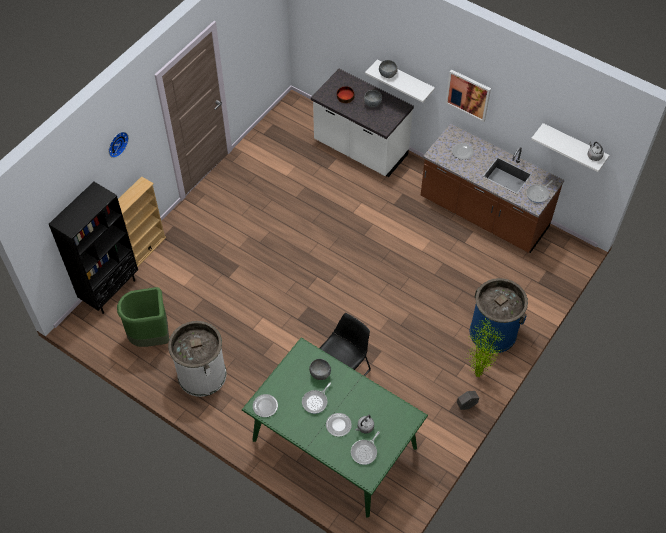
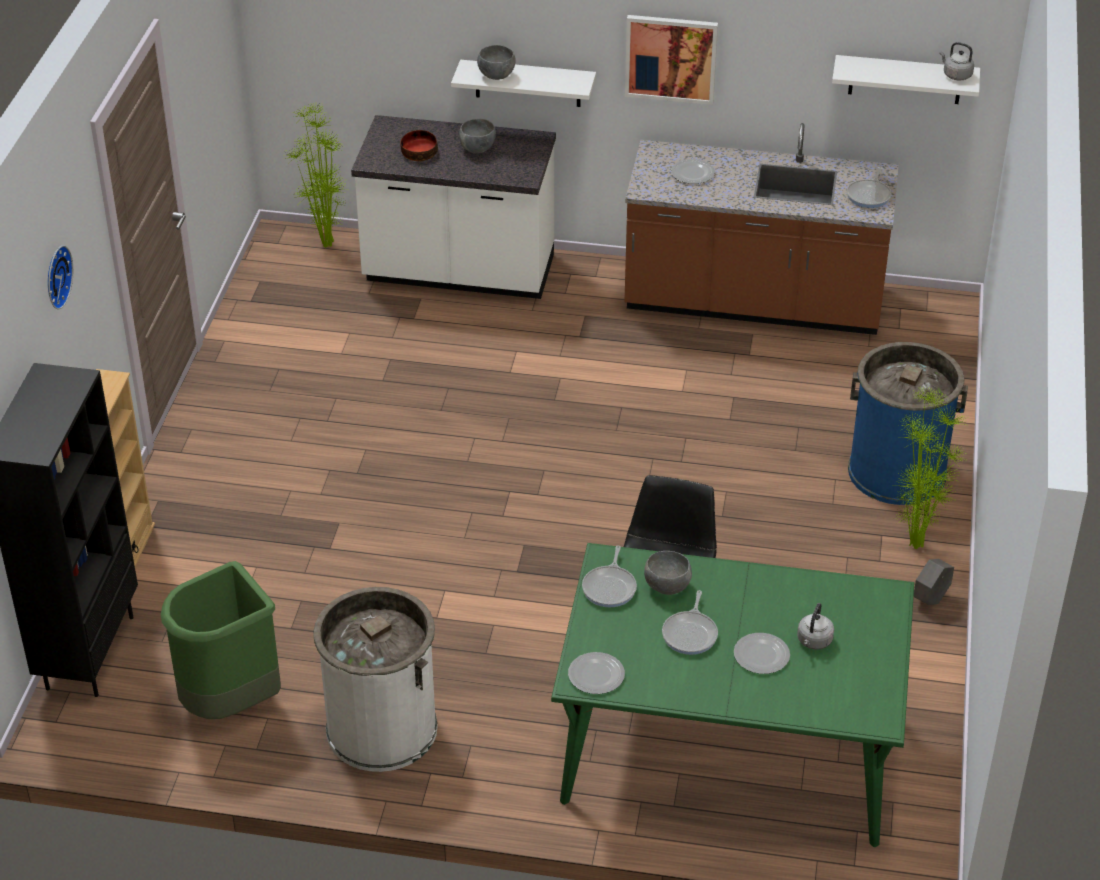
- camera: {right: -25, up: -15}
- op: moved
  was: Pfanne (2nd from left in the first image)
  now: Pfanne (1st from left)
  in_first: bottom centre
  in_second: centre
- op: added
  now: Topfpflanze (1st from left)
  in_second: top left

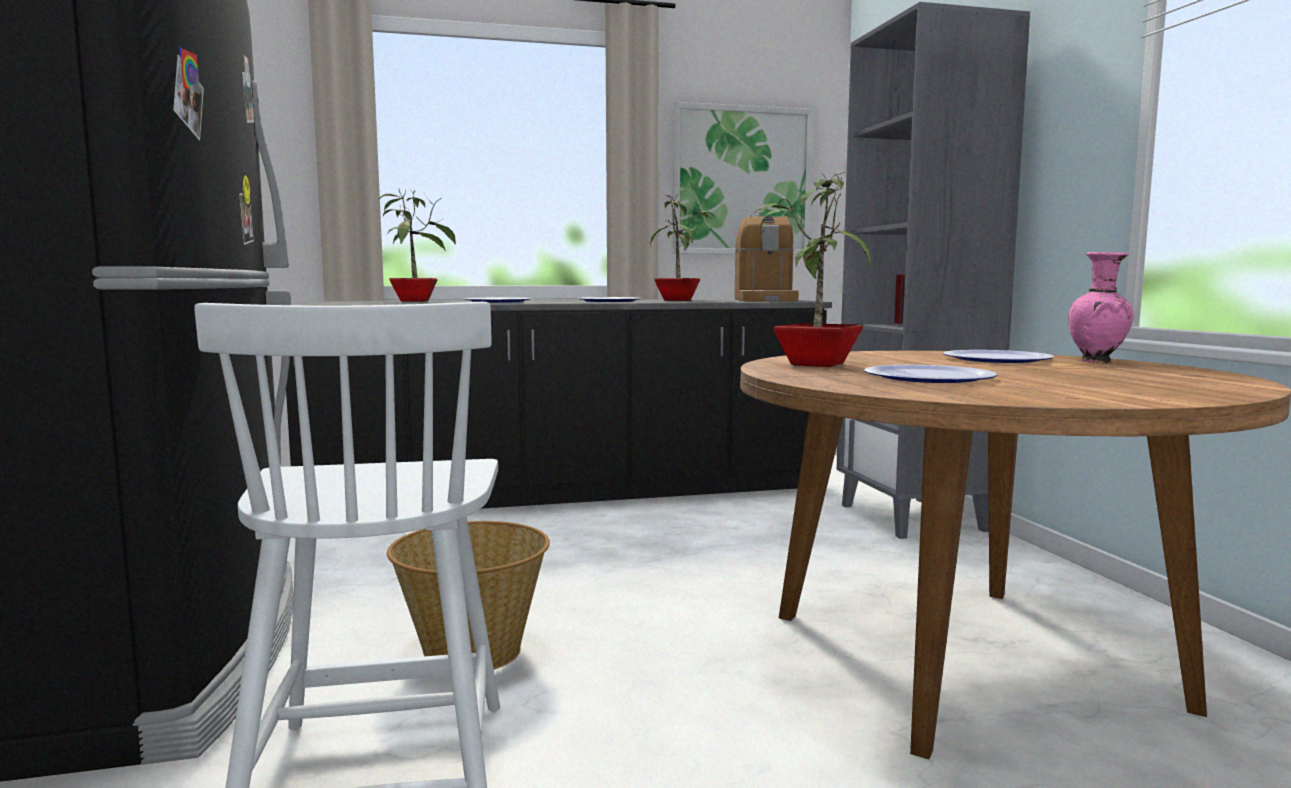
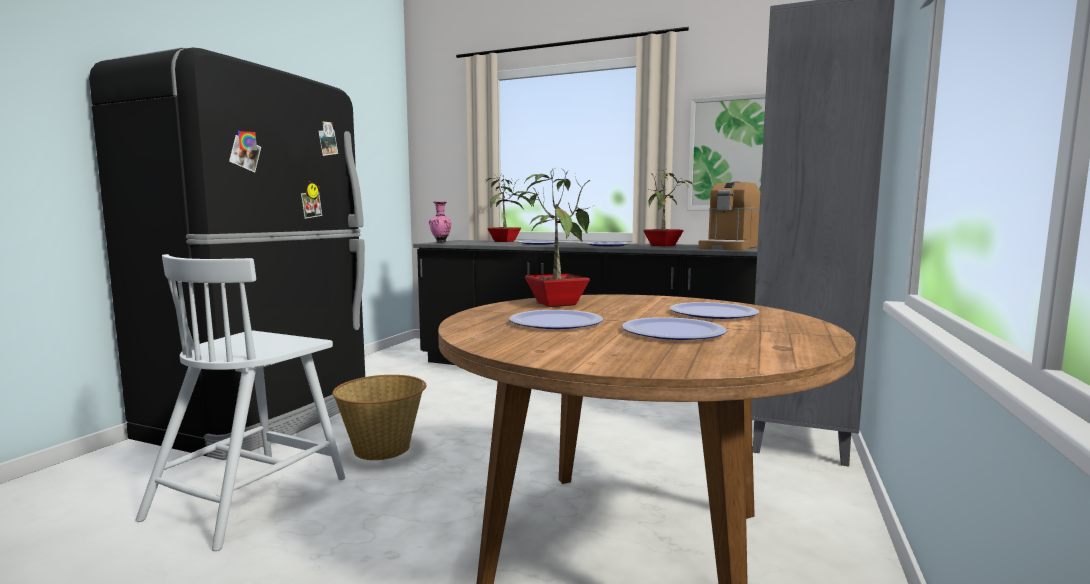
- camera: {right: 35, up: 0}
- op: moved
  was: Vase/rosa
  in_first: middle right
  in_second: centre
- op: added
  now: Teller (4th from left)
  in_second: centre

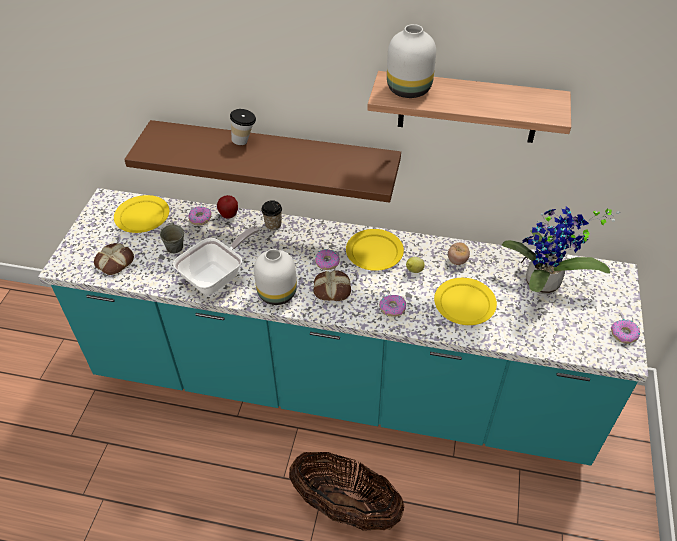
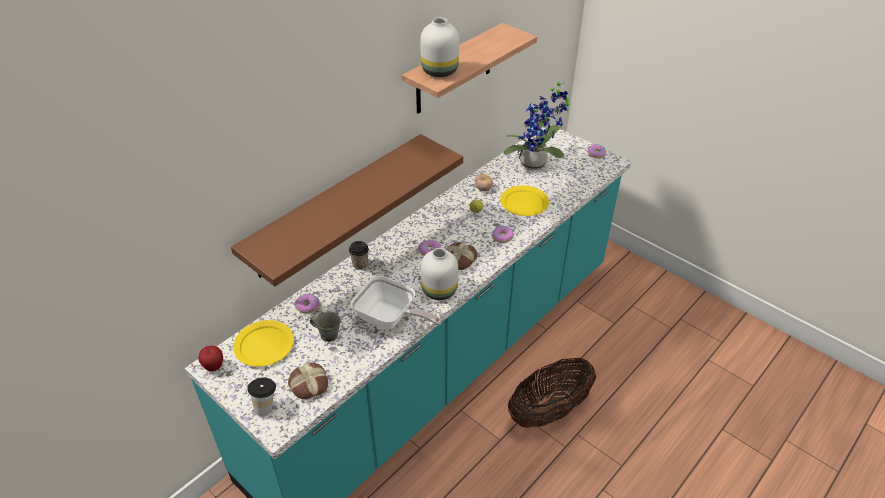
- camera: {right: -60, up: -5}
- op: moved
  was: Tasse (1st from left)
  in_first: top centre
  in_second: bottom left
- op: moved
  was: Apfel
  in_first: centre
  in_second: bottom left
- op: turned
  was: Pfanne
  in_first: middle left
  in_second: centre
  clockwise: 135
- op: removed
  was: Teller/gelb (2nd from left)
  in_first: centre

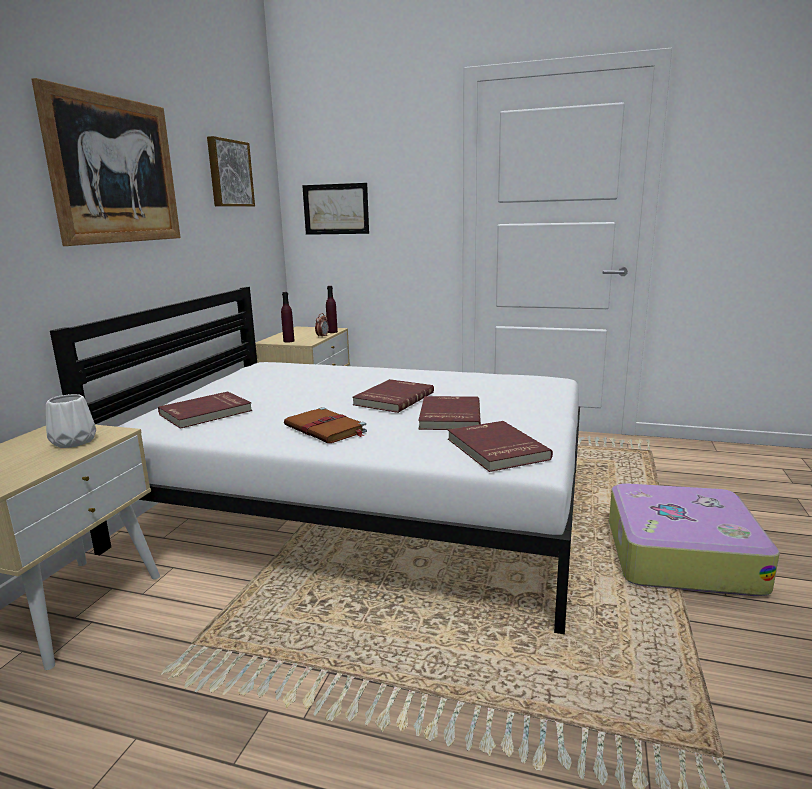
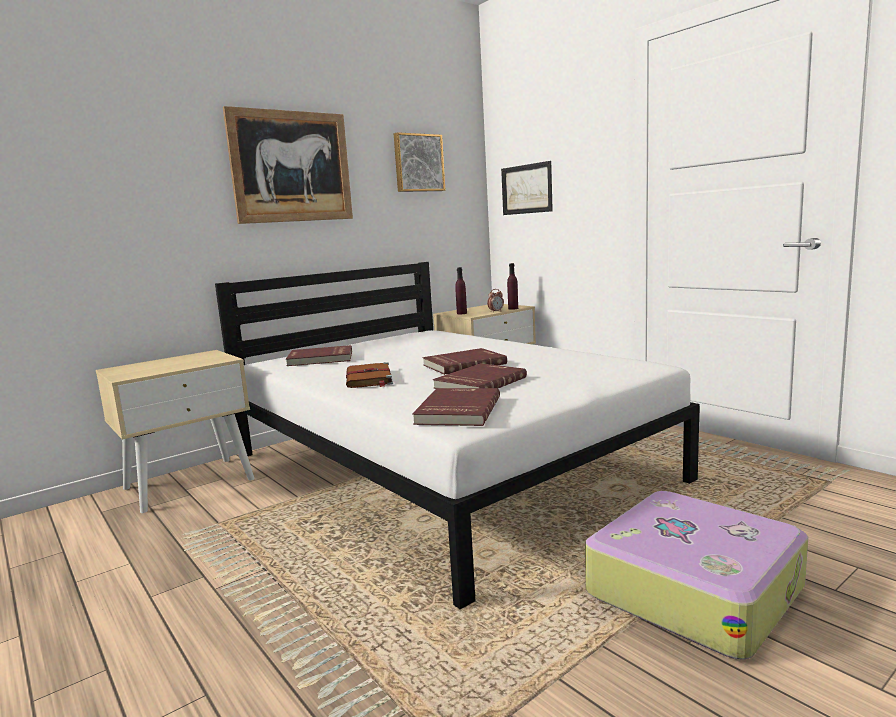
- camera: {right: 35, up: -5}
- op: removed
  was: Vase/weiß
  in_first: middle left

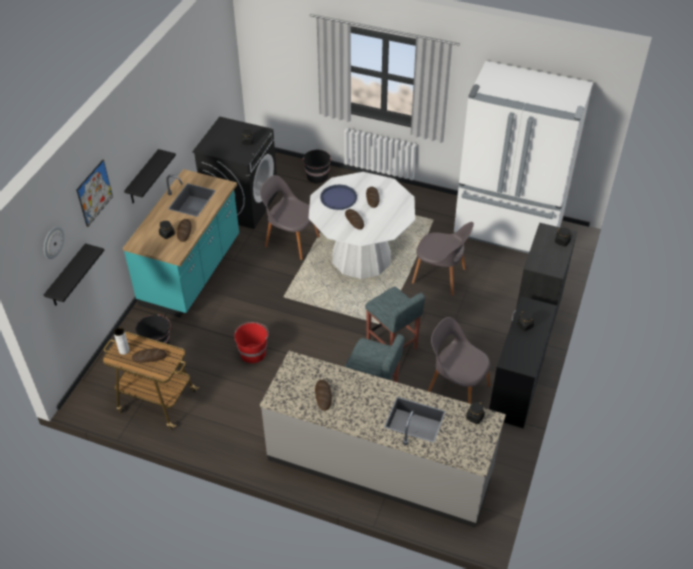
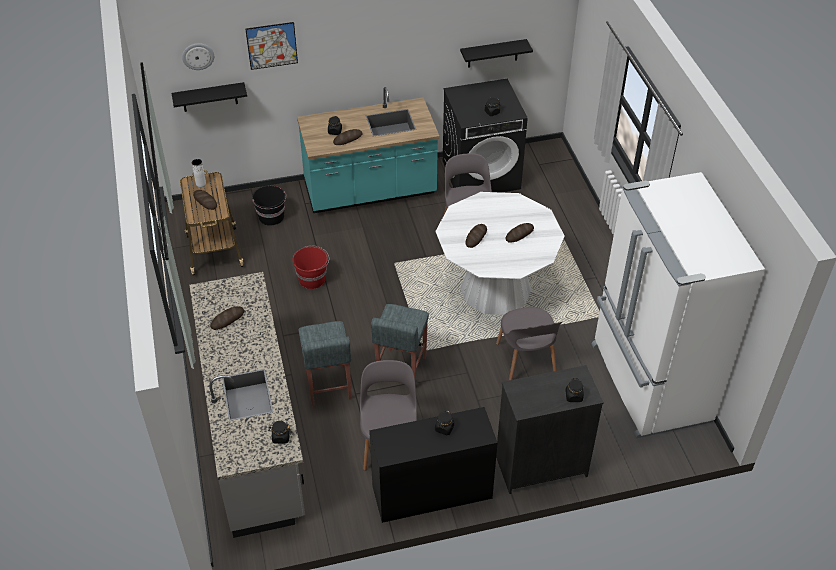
- camera: {right: 55, up: 0}
- op: moved
  was: Wandregal/schwarz (2nd from left)
  in_first: top left
  in_second: top centre
- op: removed
  was: Eimer/schwarz (2nd from left)
  in_first: top centre
- op: removed
  was: Tablett/blau
  in_first: centre

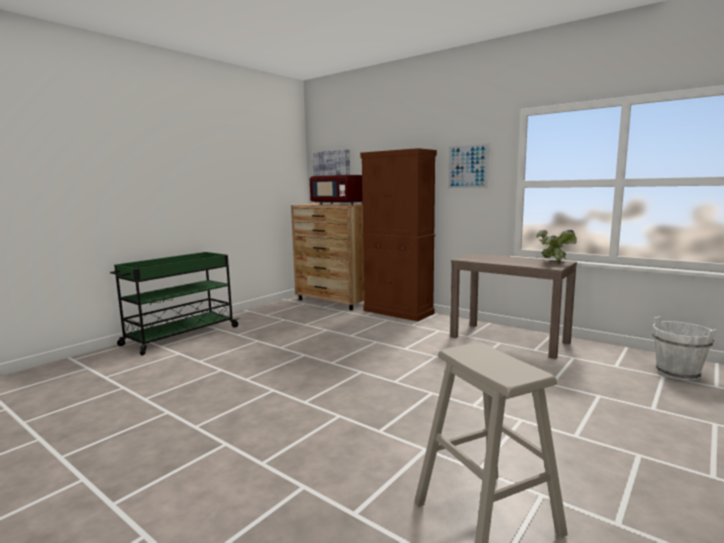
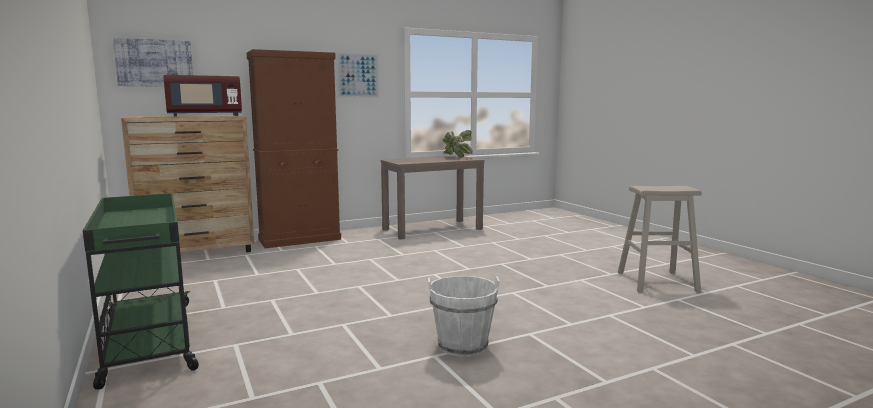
- camera: {right: -65, up: 0}
- op: moved
  was: Eimer/weiß
  in_first: middle right
  in_second: bottom centre

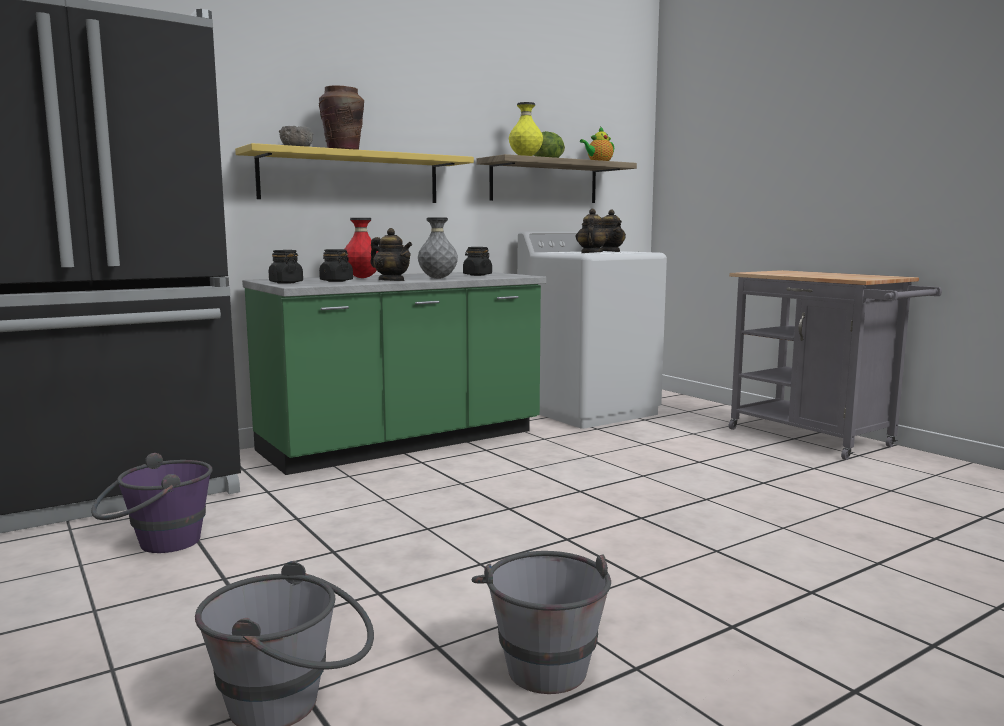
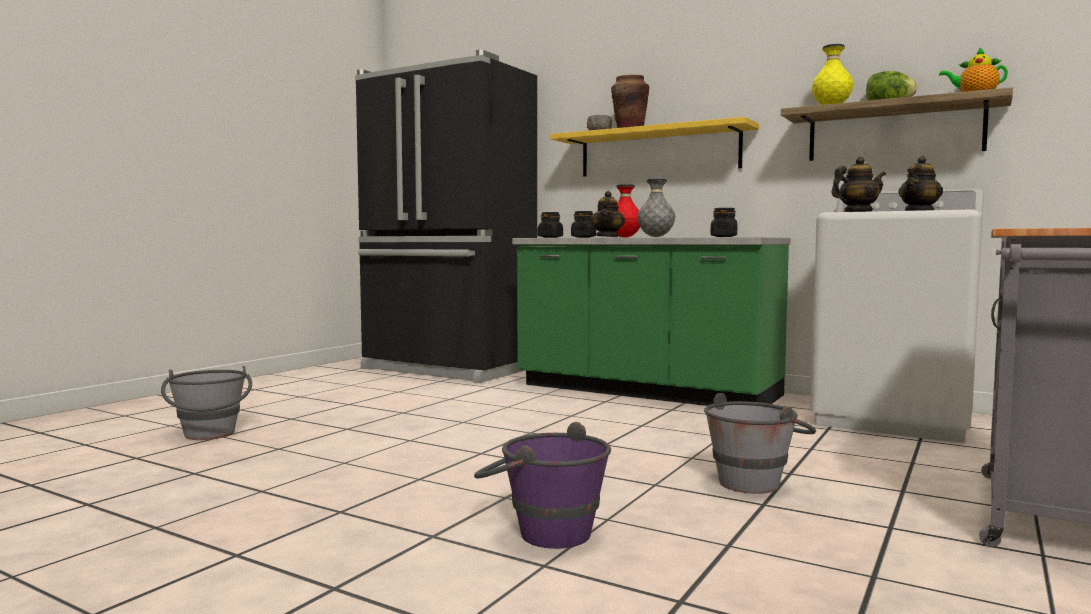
- camera: {right: 65, up: -5}
- op: moved
  was: Eimer/lila
  in_first: bottom left
  in_second: bottom centre
- op: moved
  was: Eimer/grau (2nd from left)
  in_first: bottom centre
  in_second: bottom right

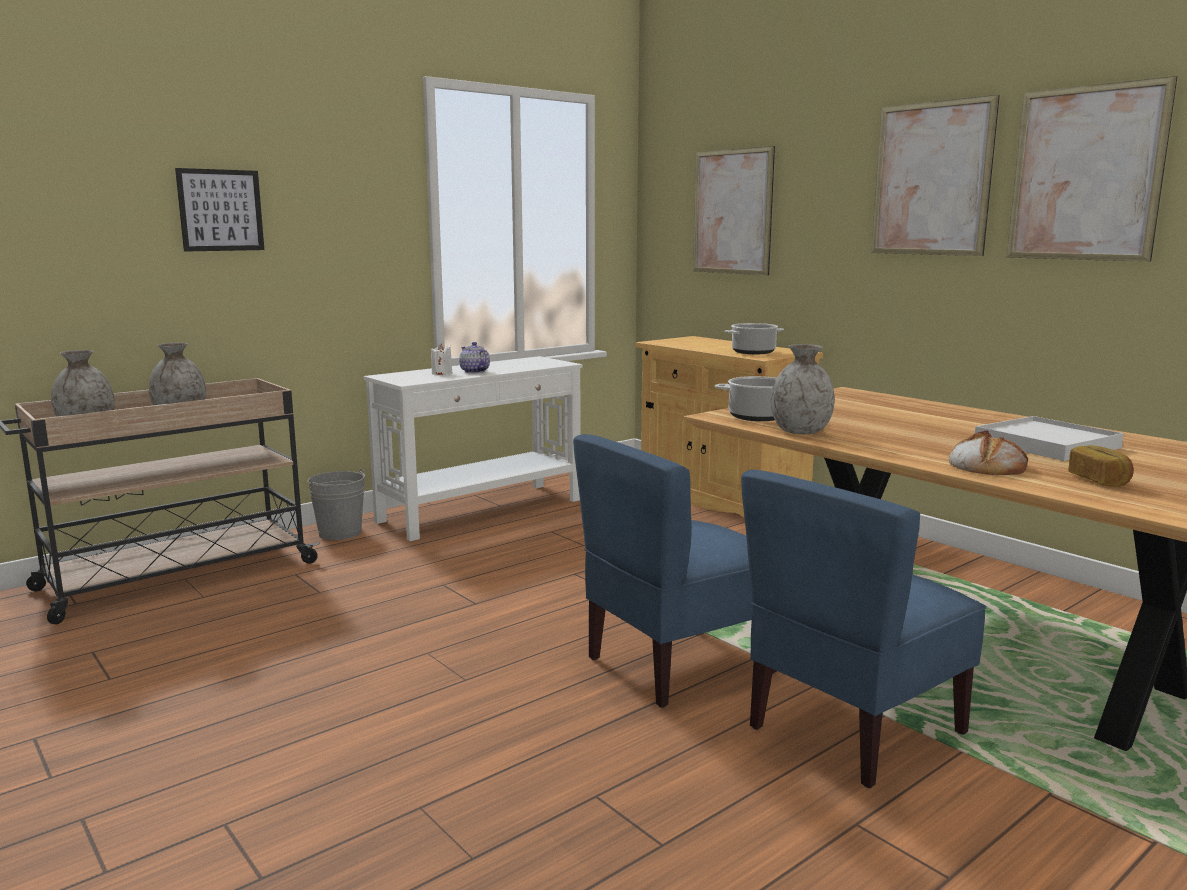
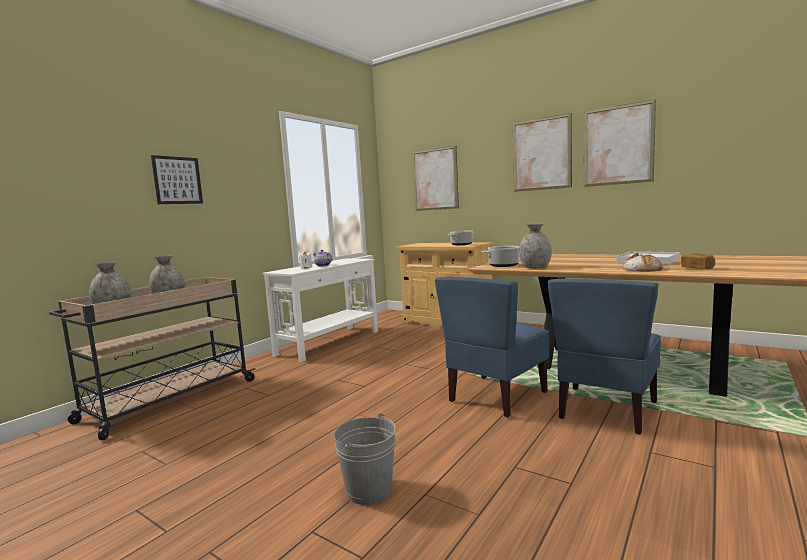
- camera: {right: -15, up: -5}
- op: moved
  was: Eimer/grau
  in_first: middle left
  in_second: bottom centre

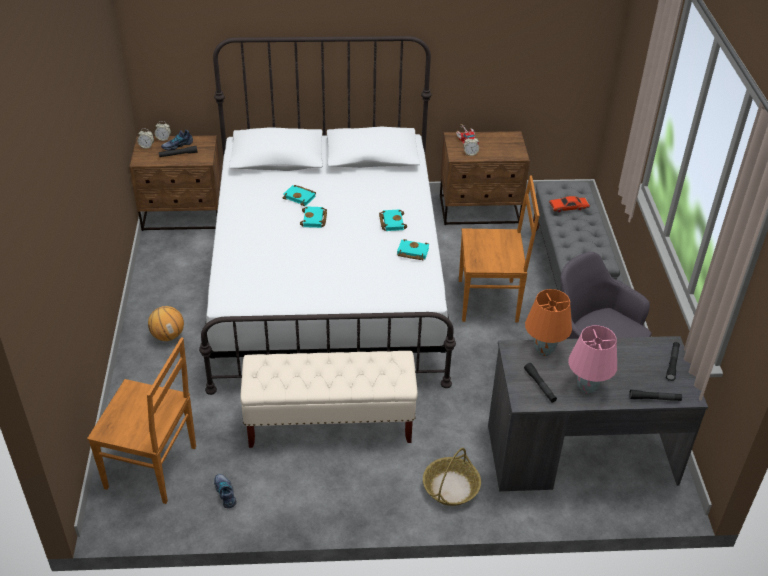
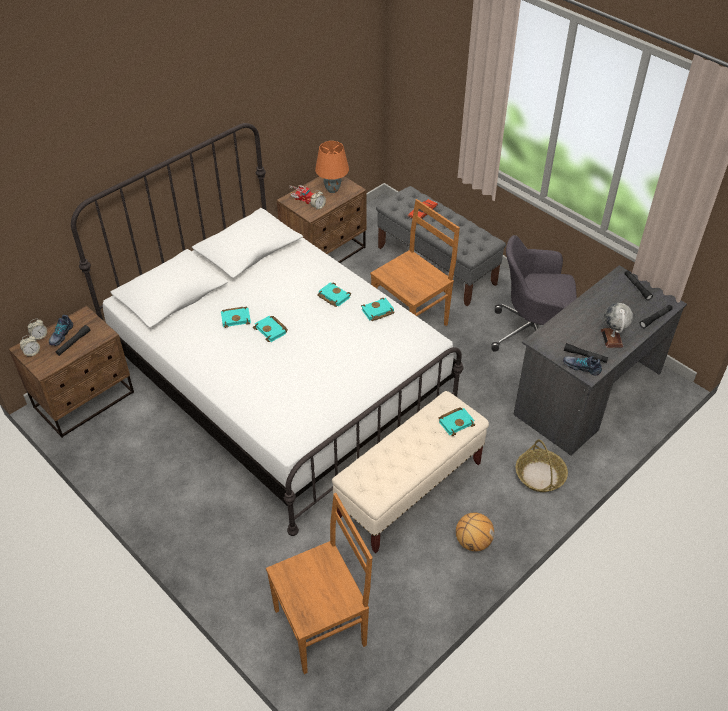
- camera: {right: -40, up: 5}
- op: moved
  was: Tischlampe/orange
  in_first: middle right
  in_second: top centre
- op: moved
  was: Basketball
  in_first: middle left
  in_second: bottom centre
- op: replaced
  was: Tischlampe/rosa
  now: Globus
  in_first: middle right
  in_second: middle right
- op: moved
  was: Schuh (2nd from left)
  in_first: bottom left
  in_second: middle right
- op: added
  now: Buch/türkis (5th from left)
  in_second: centre

